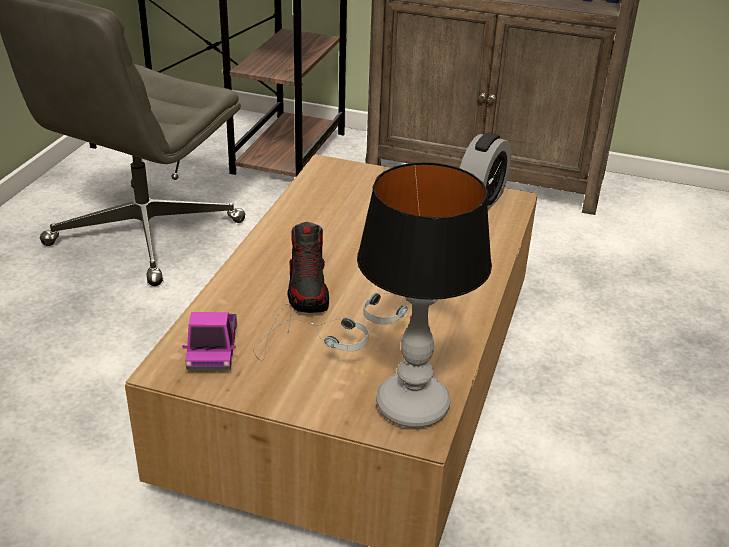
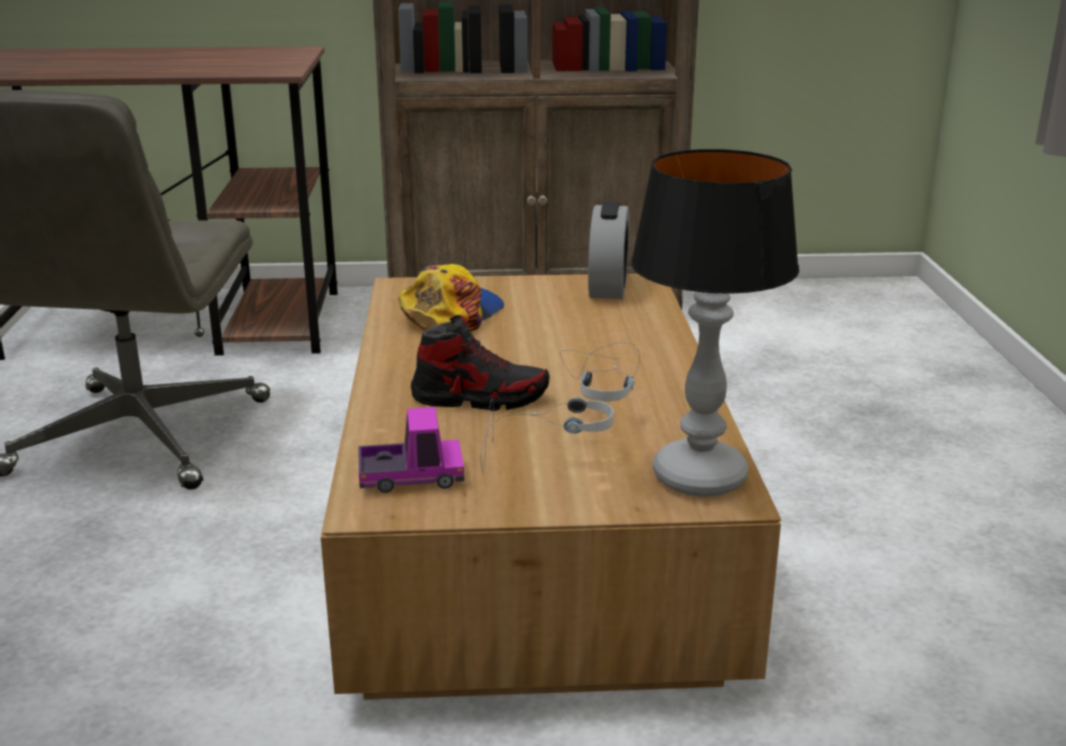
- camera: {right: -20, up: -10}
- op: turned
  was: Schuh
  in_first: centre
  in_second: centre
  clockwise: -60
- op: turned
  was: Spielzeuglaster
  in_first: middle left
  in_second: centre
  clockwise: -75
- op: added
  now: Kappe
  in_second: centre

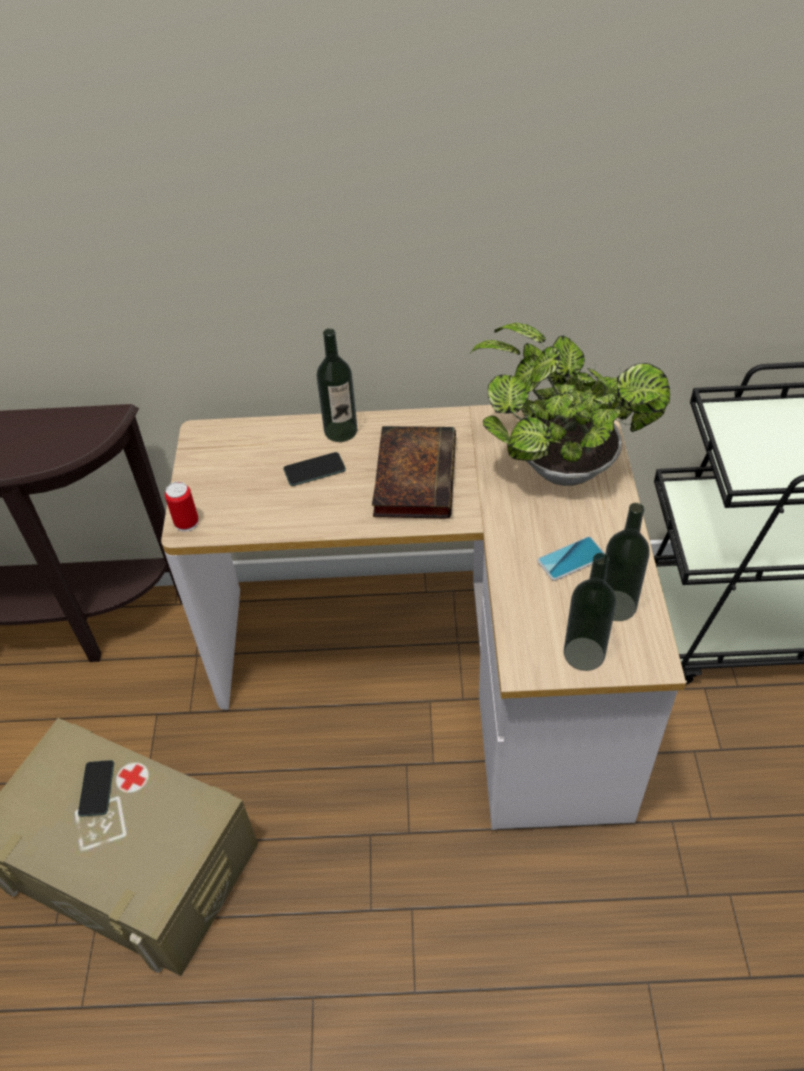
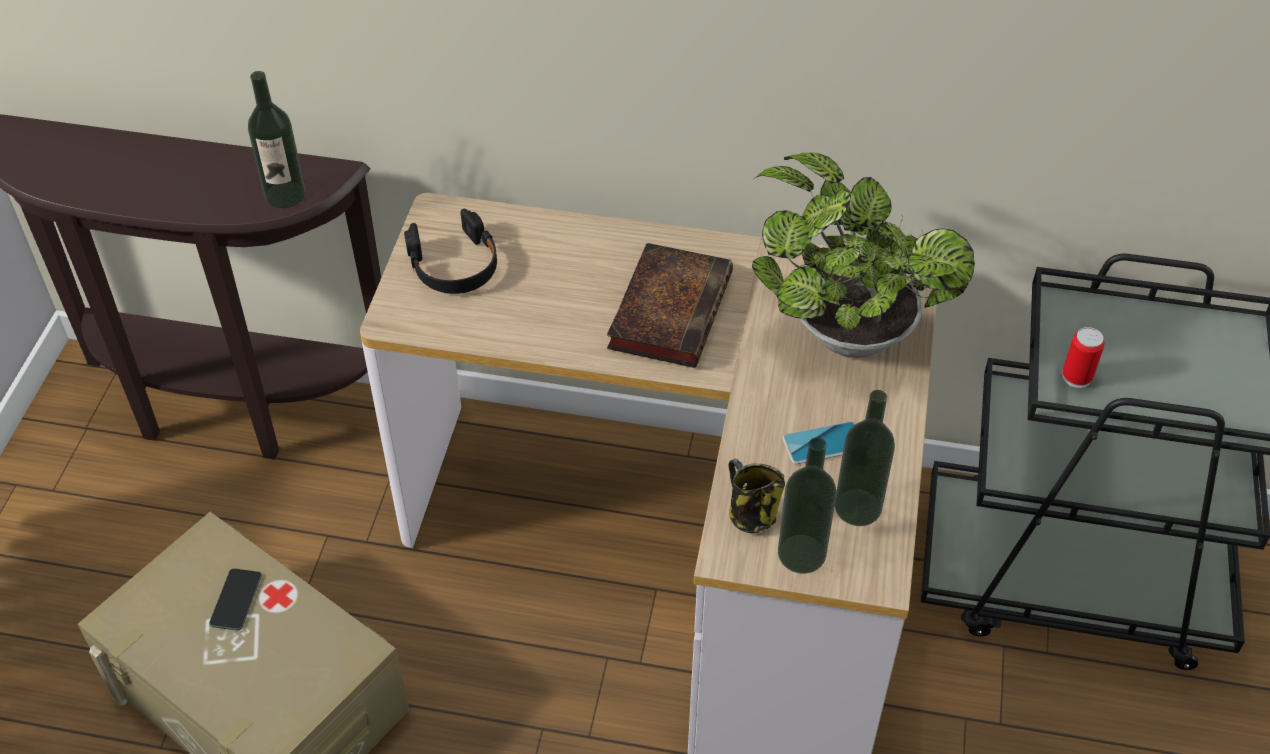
- camera: {right: 10, up: 0}
- op: moved
  was: Flasche (1st from left)
  in_first: centre
  in_second: top left
- op: removed
  was: Handy (2nd from left)
  in_first: centre
- op: moved
  was: Dose
  in_first: middle left
  in_second: middle right
- op: added
  now: Kopfhörer/schwarz
  in_second: top centre
- op: added
  now: Henkelbecher
  in_second: centre

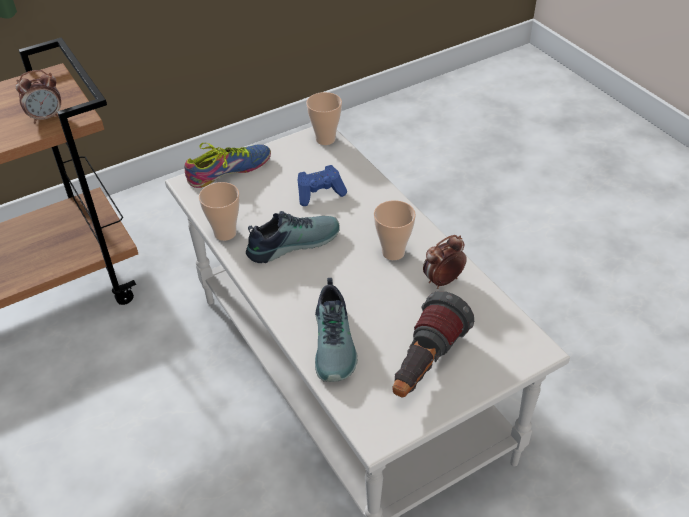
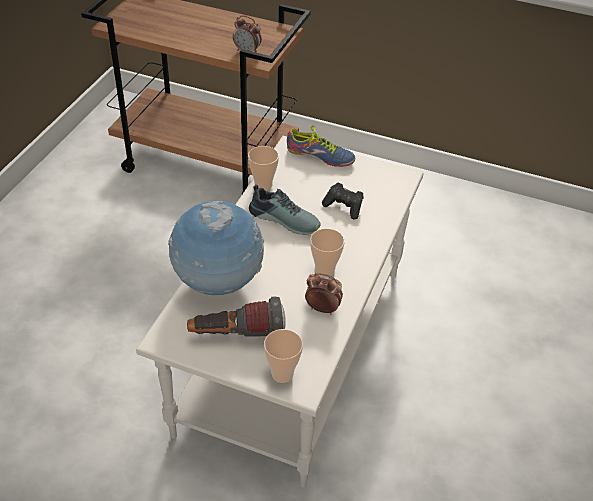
- camera: {right: 50, up: 0}
- op: moved
  was: Tasse (2nd from left)
  in_first: top centre
  in_second: bottom centre
- op: recoloured
  was: Gamepad/blau
  now: Gamepad/schwarz
  in_first: centre
  in_second: centre
- op: replaced
  was: Schuh (3rd from left)
  now: Globus
  in_first: centre
  in_second: centre

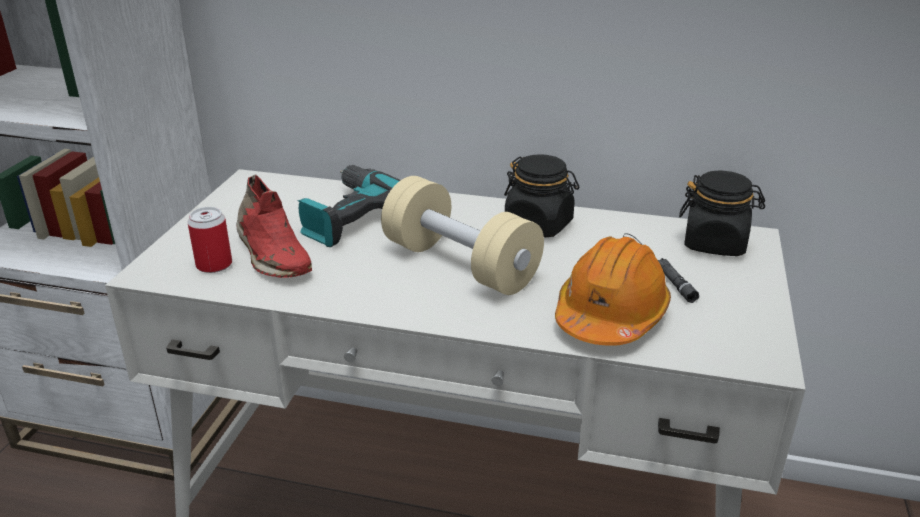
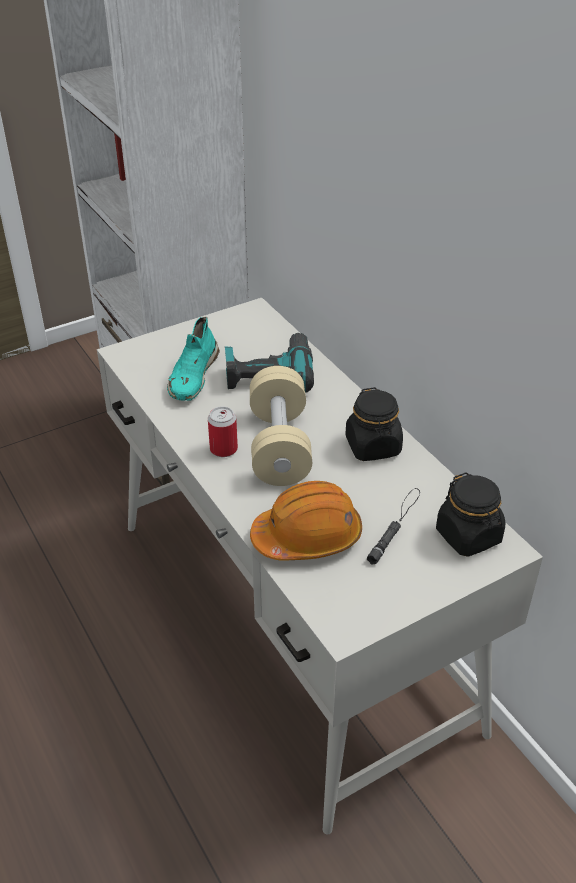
- camera: {right: 45, up: 10}
- op: recoloured
  was: Schuh/rot
  now: Schuh/türkis
  in_first: middle left
  in_second: centre
- op: moved
  was: Dose
  in_first: middle left
  in_second: centre

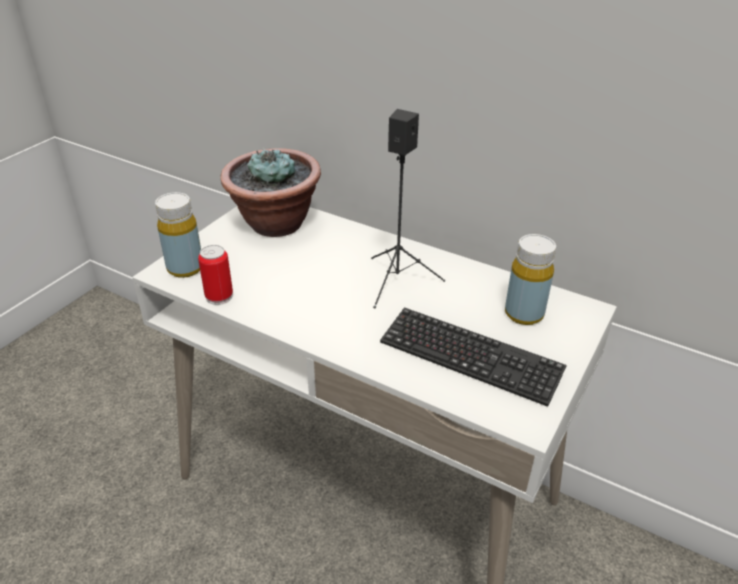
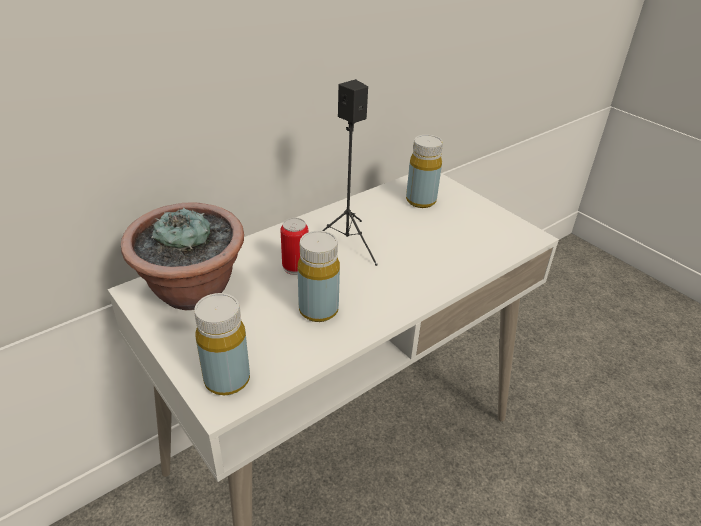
- camera: {right: -70, up: 0}
- op: moved
  was: Dose
  in_first: middle left
  in_second: centre
- op: removed
  was: Tastatur
  in_first: centre
- op: added
  now: Flasche/gelb (2nd from left)
  in_second: centre

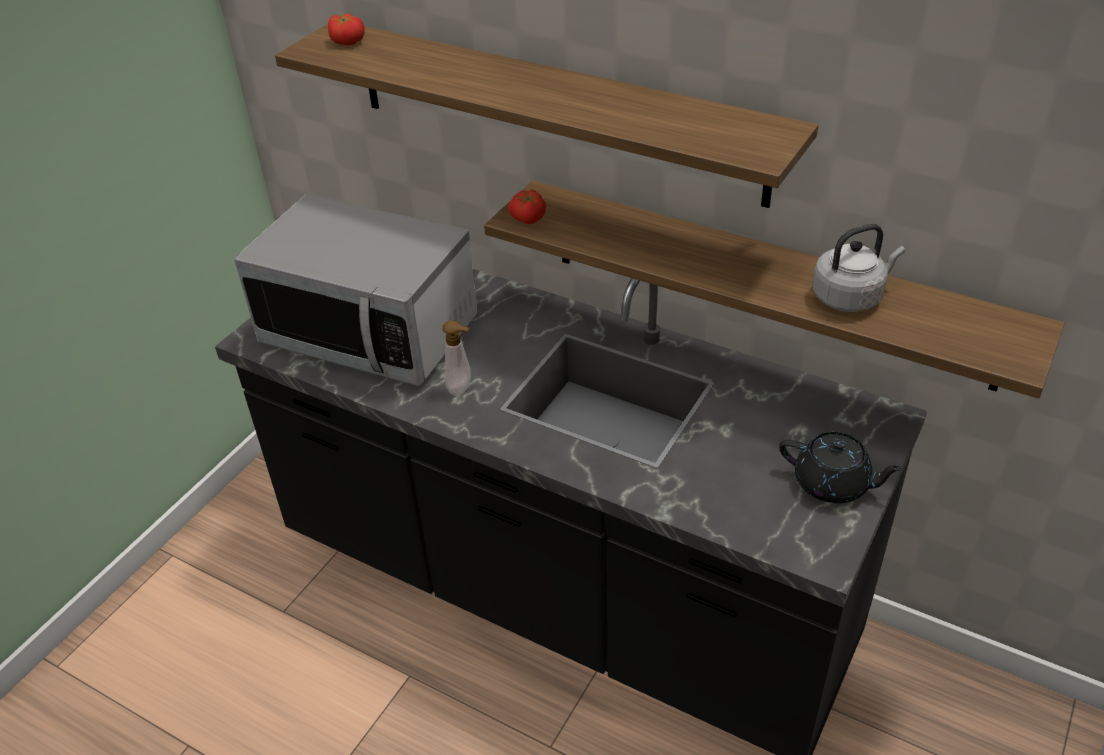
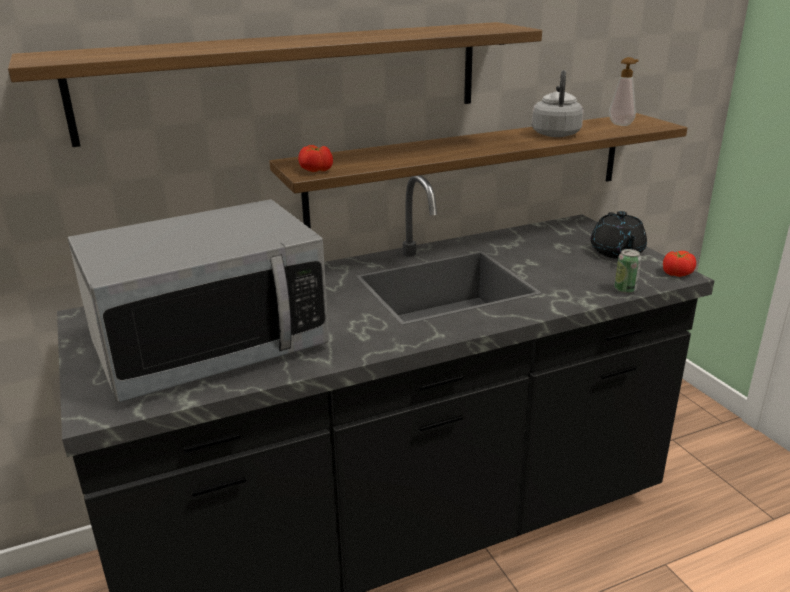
- camera: {right: -55, up: -15}
- op: moved
  was: Tomate (1st from left in the first image)
  now: Tomate (2nd from left)
  in_first: top left
  in_second: middle right
- op: moved
  was: Seifenspender
  in_first: centre
  in_second: top right
- op: turned
  was: Teekanne/schwarz
  in_first: middle right
  in_second: middle right
  clockwise: 120
- op: added
  now: Dose
  in_second: middle right

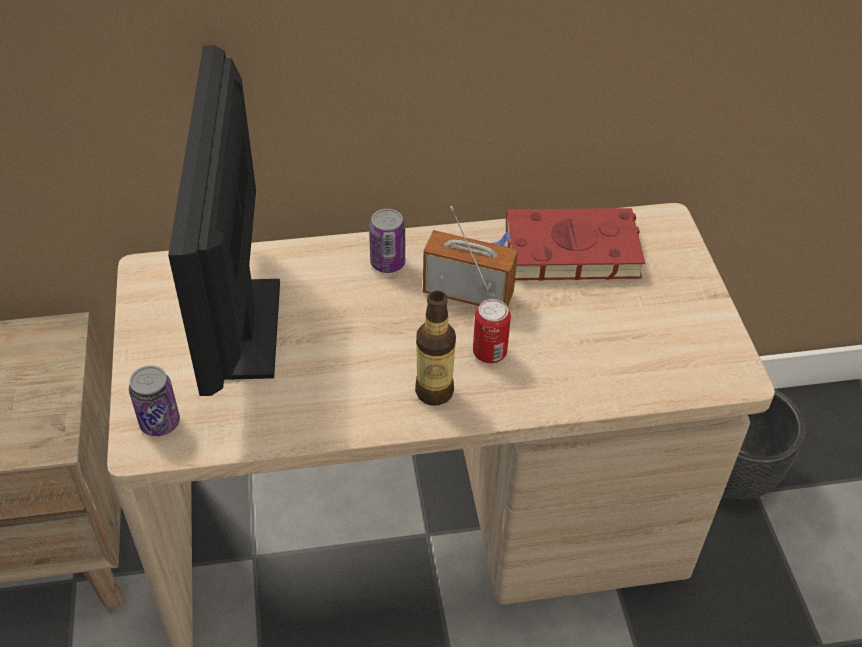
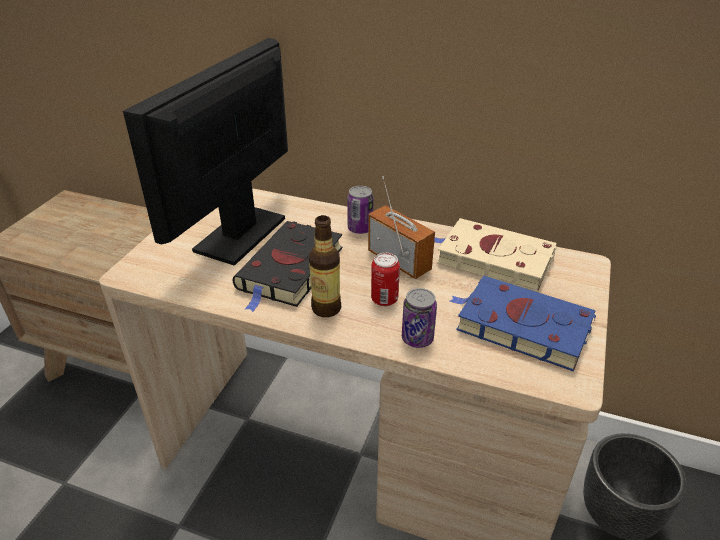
- camera: {right: 30, up: -10}
- op: recoloured
  was: Buch/rot
  now: Buch/beige
  in_first: centre
  in_second: middle right
- op: moved
  was: Dose (1st from left in the first image)
  now: Dose (3rd from left)
  in_first: middle left
  in_second: centre
- op: added
  now: Buch/schwarz
  in_second: centre
- op: added
  now: Buch/blau
  in_second: middle right

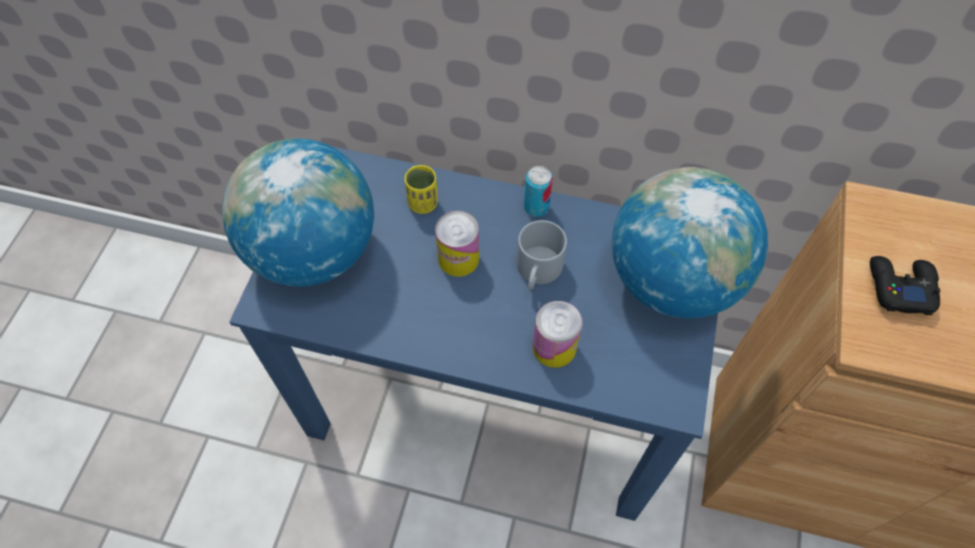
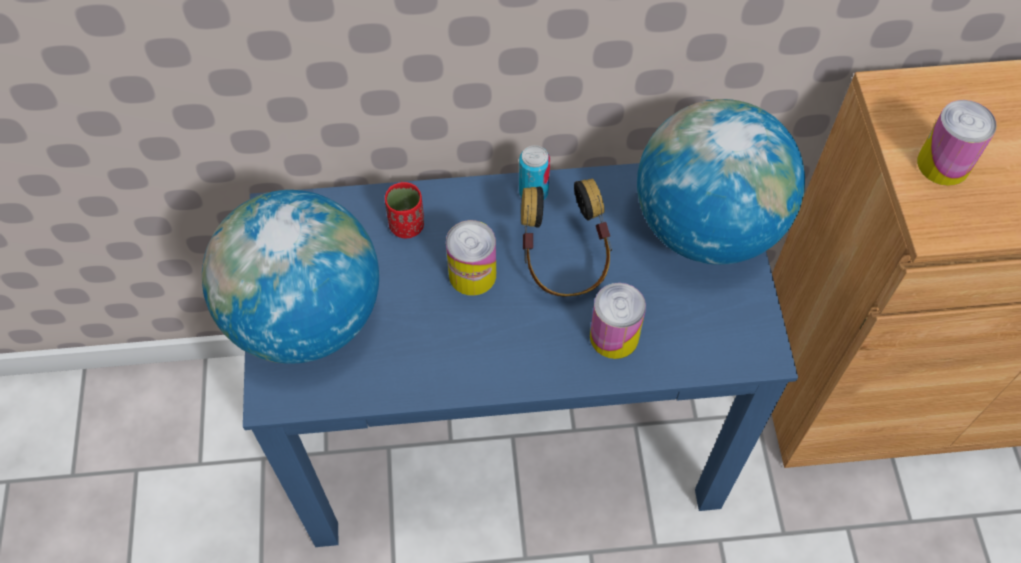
- camera: {right: -20, up: 0}
- op: recoloured
  was: Tasse/gelb
  now: Tasse/rot
  in_first: centre
  in_second: centre
- op: replaced
  was: Henkelbecher/grau
  now: Kopfhörer
  in_first: centre
  in_second: centre
- op: replaced
  was: Gamepad/schwarz
  now: Dose (4th from left)
  in_first: middle right
  in_second: top right

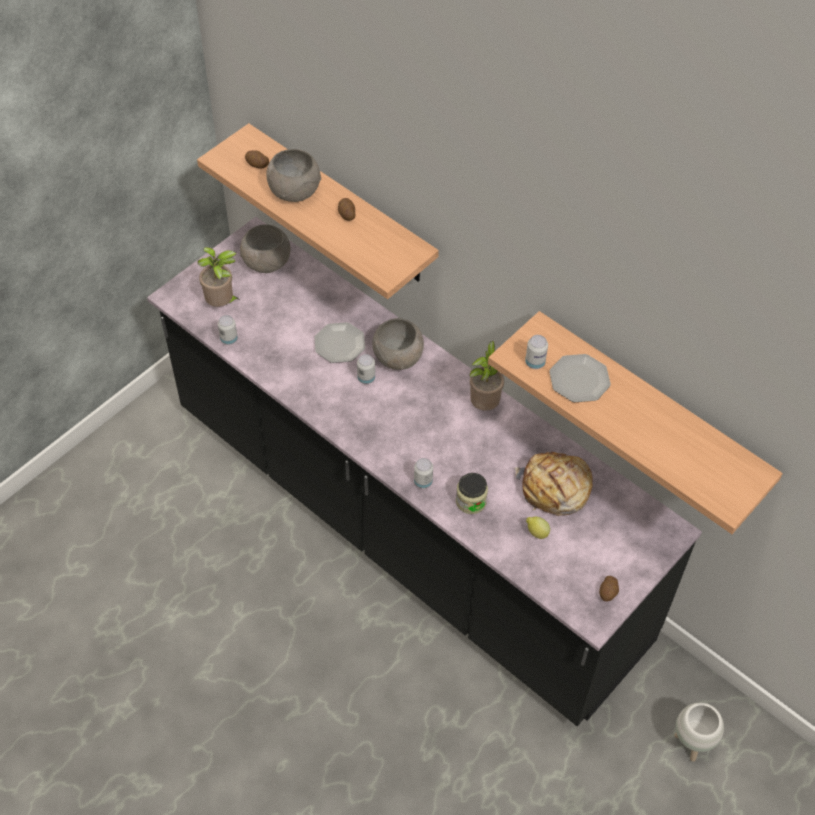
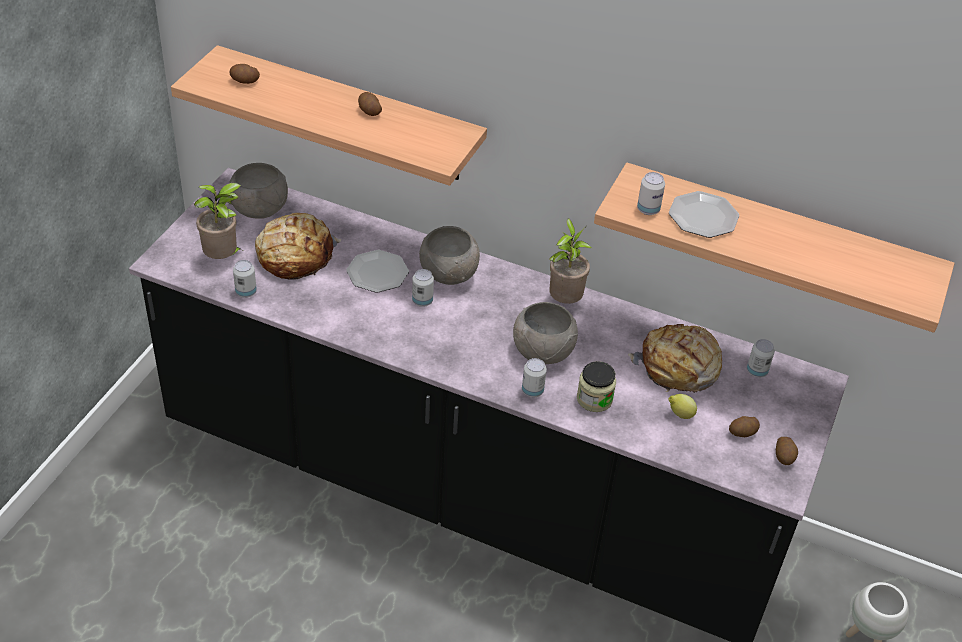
- camera: {right: -20, up: -10}
- op: moved
  was: Schüssel/grau (2nd from left in the first image)
  now: Schüssel/grau (3rd from left)
  in_first: top centre
  in_second: centre
- op: added
  now: Brot (1st from left)
  in_second: middle left
- op: added
  now: Dose (5th from left)
  in_second: middle right
- op: added
  now: Kartoffel (3rd from left)
  in_second: middle right

